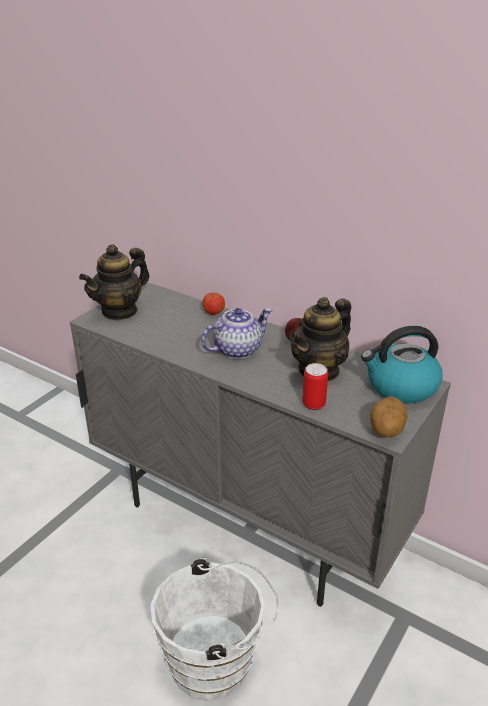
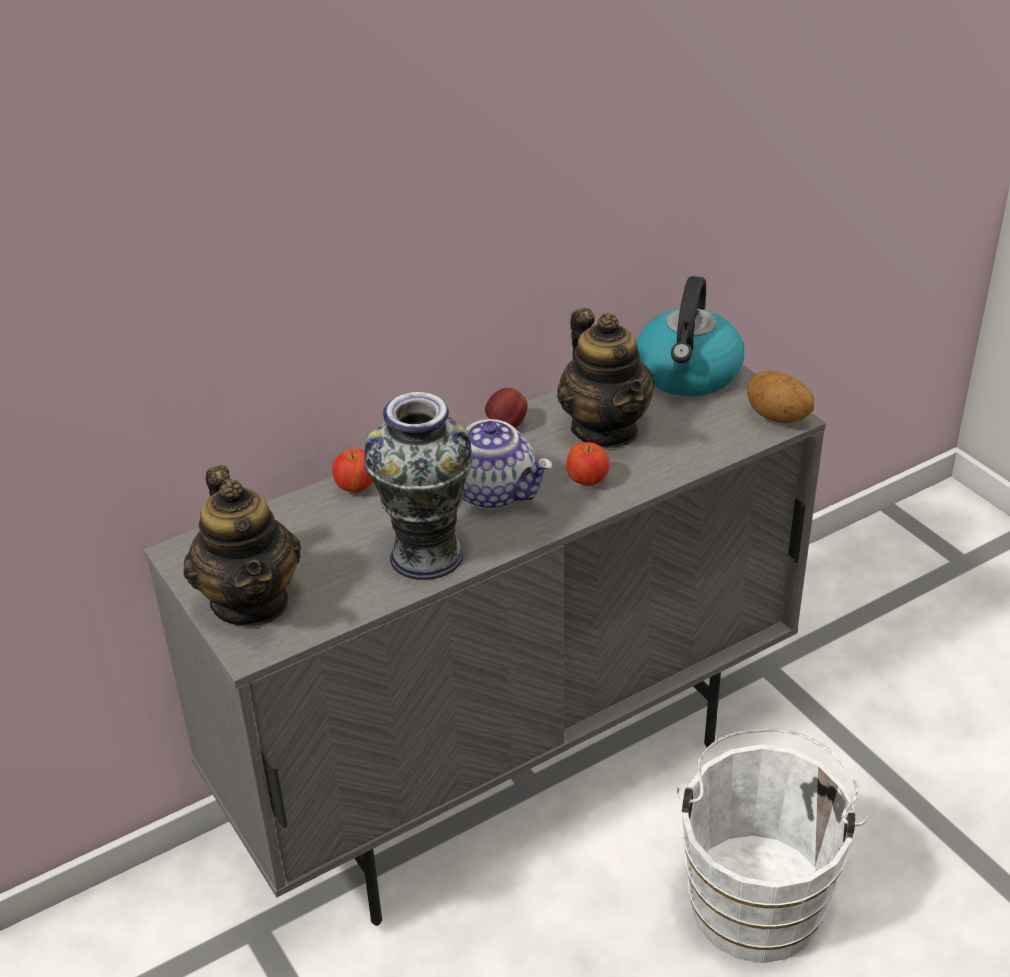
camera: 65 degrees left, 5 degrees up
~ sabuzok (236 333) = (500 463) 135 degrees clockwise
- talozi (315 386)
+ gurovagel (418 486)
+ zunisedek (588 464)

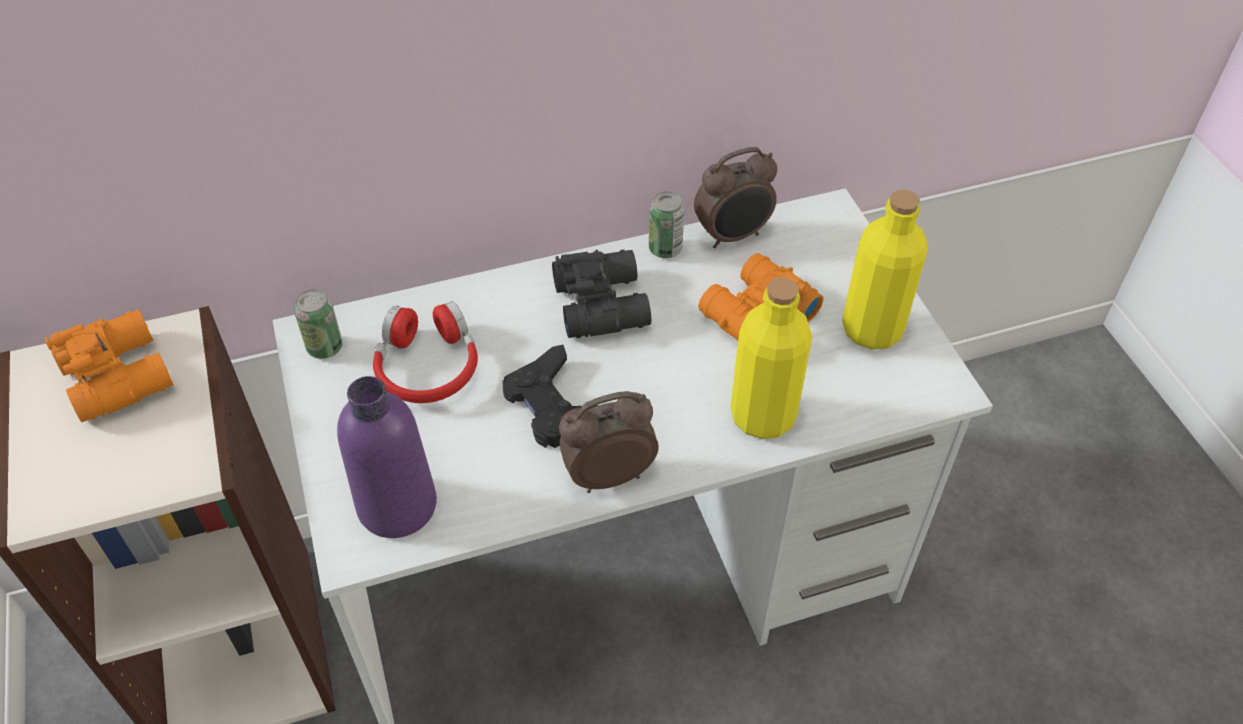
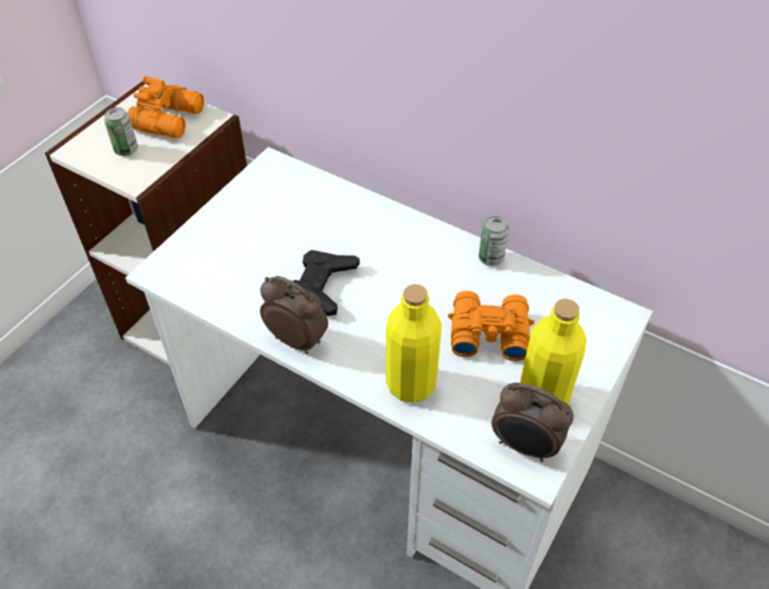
camera: 50 degrees right, 0 degrees up
~ talozi (318 324) to (121 131)
- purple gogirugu (387 457)
- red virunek (425 352)
- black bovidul (601 293)
~ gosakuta (735 197) to (533 422)

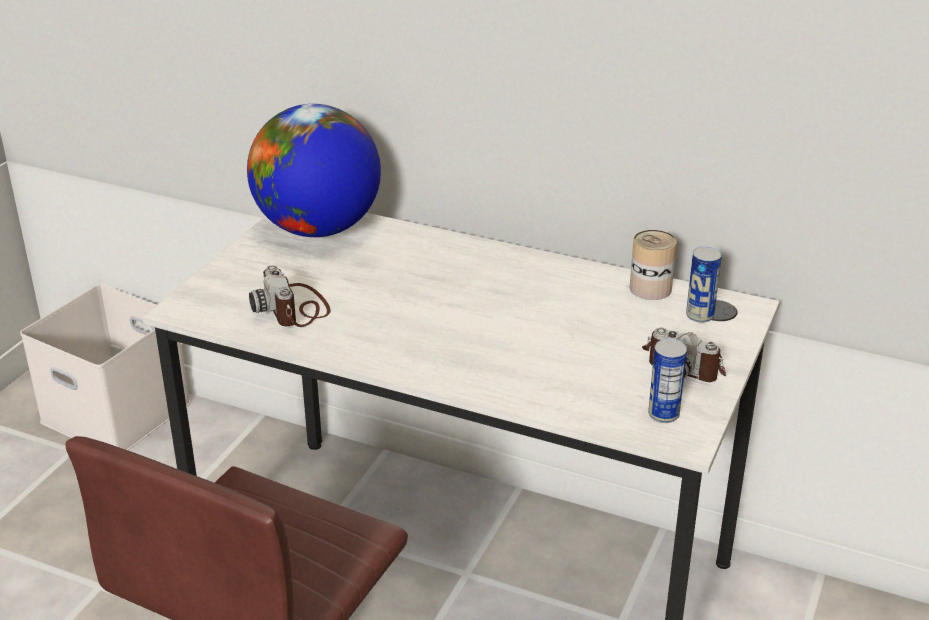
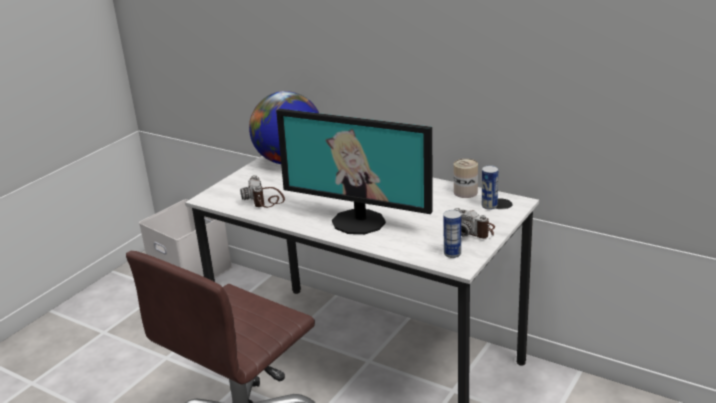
camera: 10 degrees right, 5 degrees down
+ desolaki (354 171)

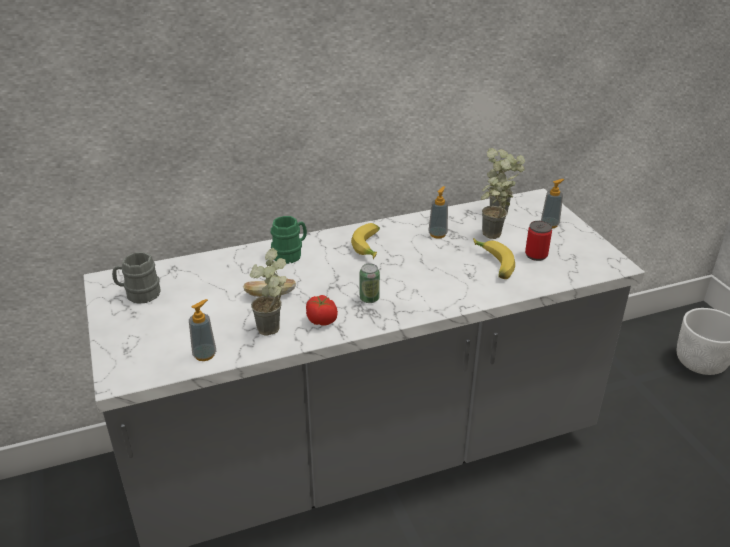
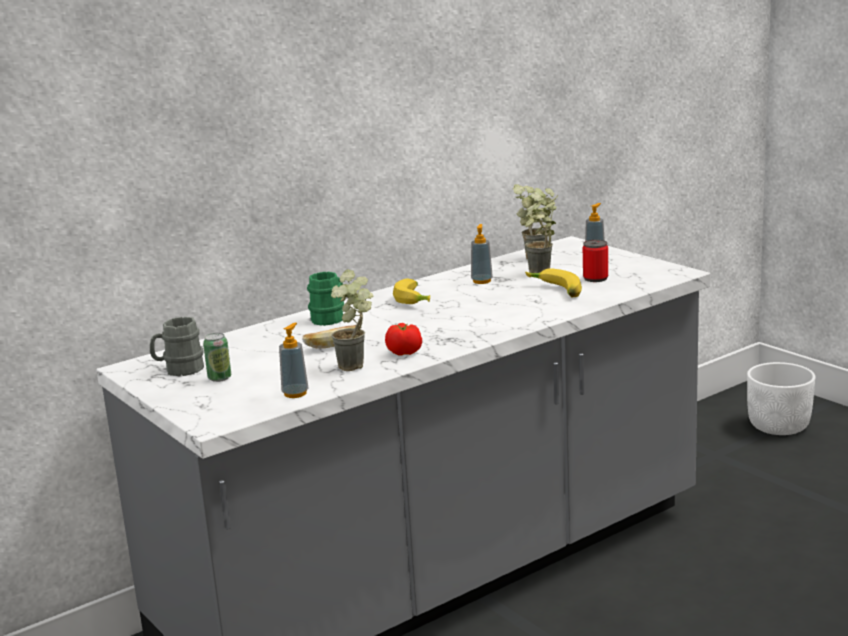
camera: 15 degrees left, 15 degrees down
~ talozi (370 283) to (217 357)

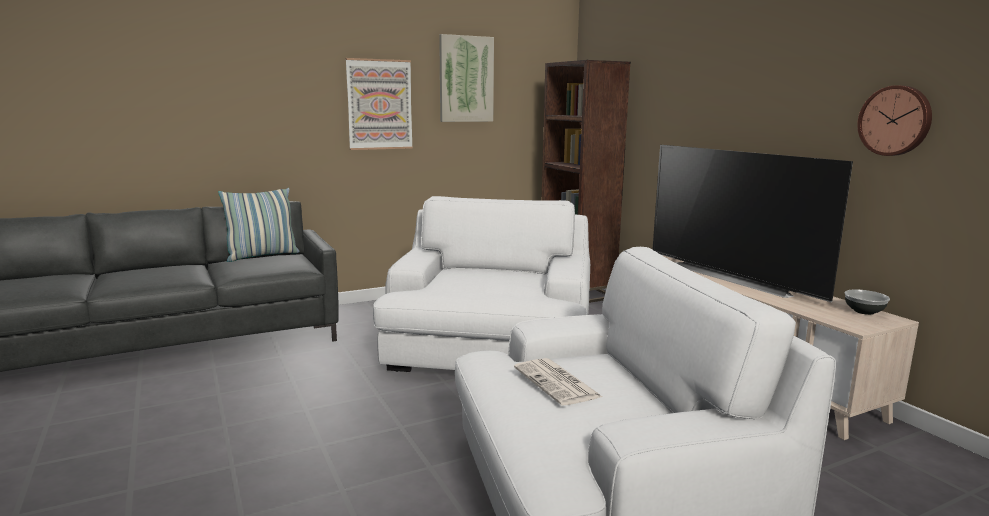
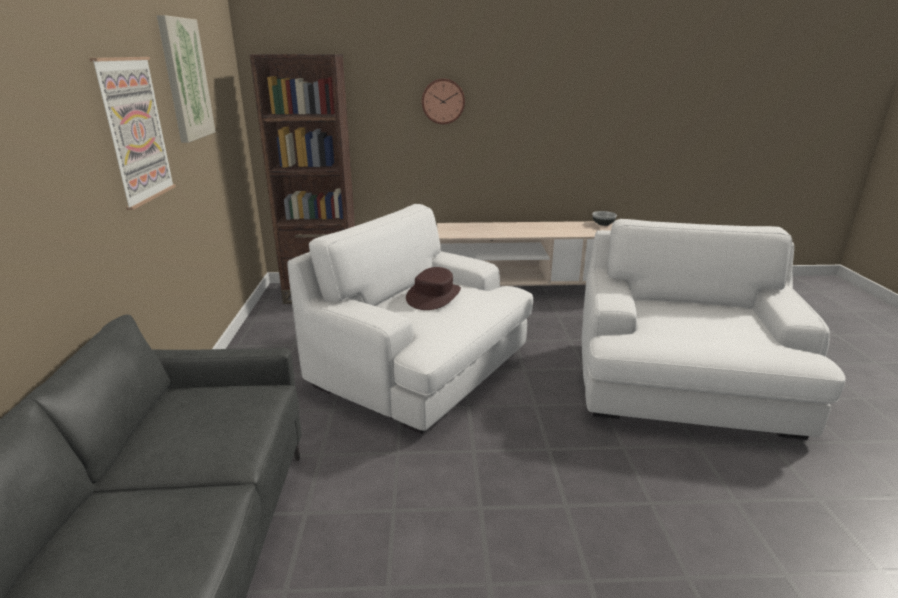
camera: 65 degrees left, 10 degrees up
- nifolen (258 225)
- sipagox (558 382)
- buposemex (752 223)
~ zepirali (894 120) to (443 101)
+ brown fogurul (433 288)

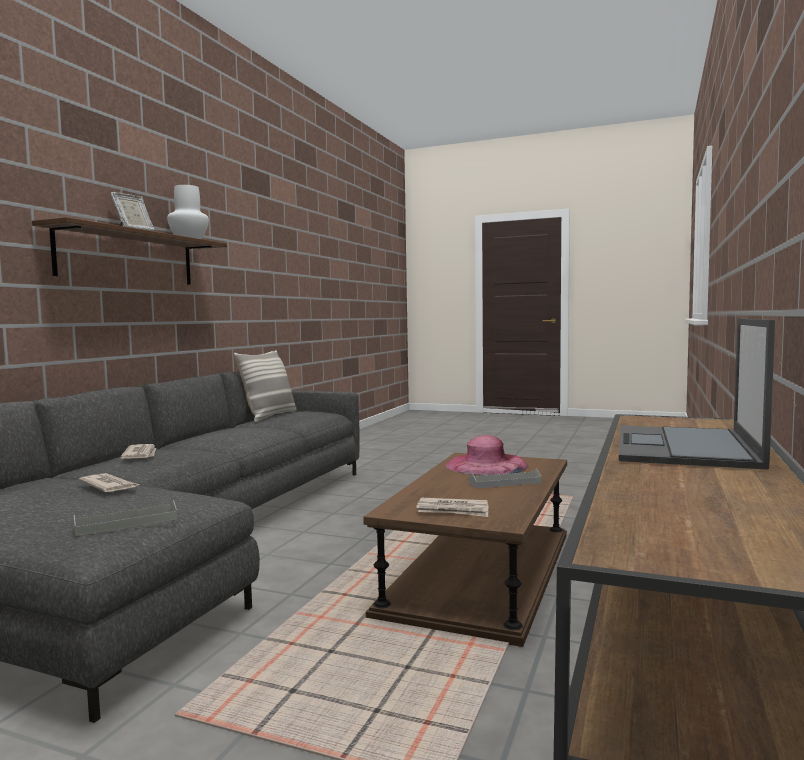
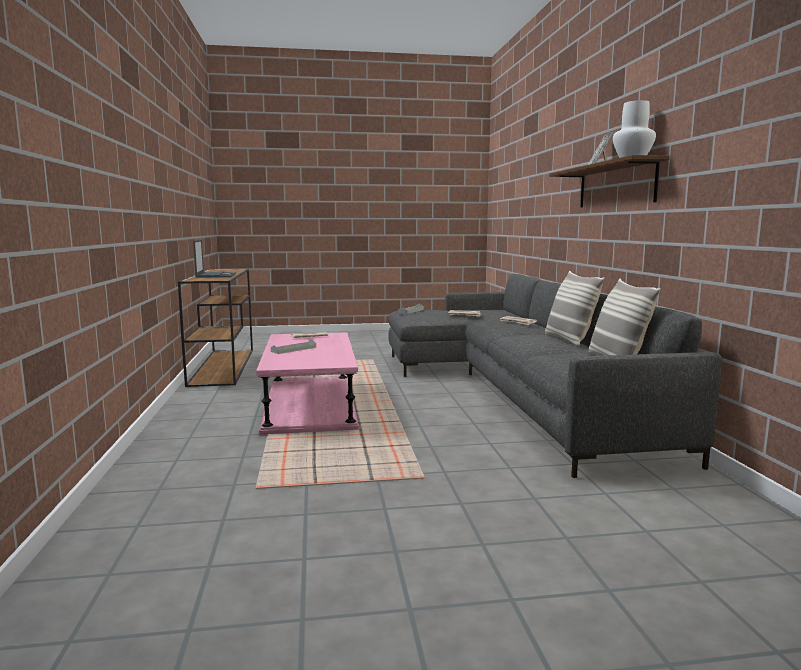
camera: 150 degrees right, 5 degrees up
~ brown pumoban (465 550) to pink pumoban (307 384)
- pink fogurul (486 455)
+ nifolen (574 308)

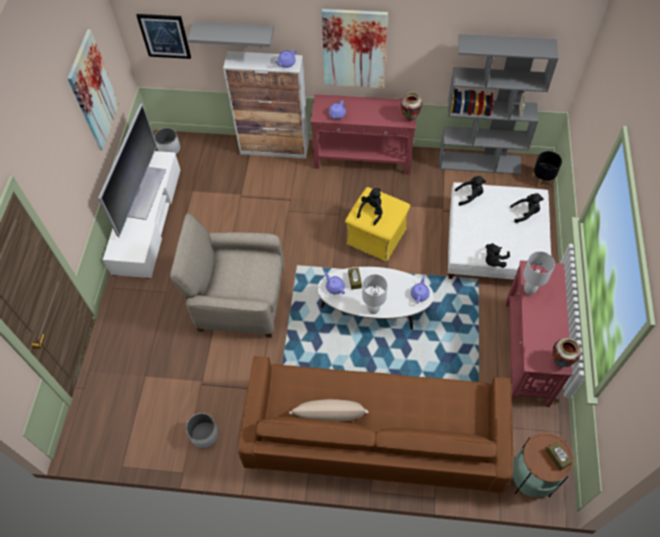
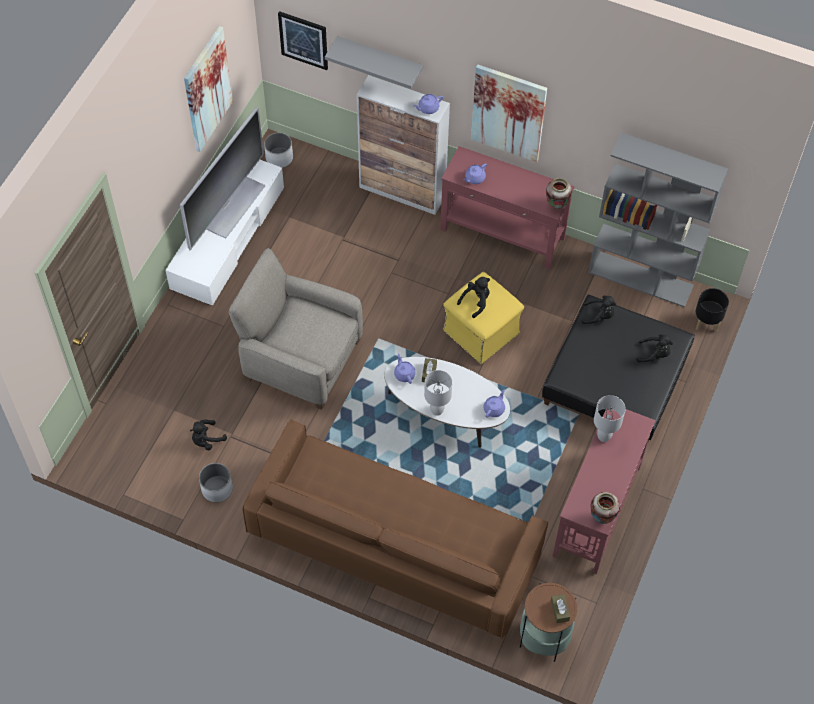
camera: 15 degrees right, 0 degrees up
- beige nifolen (328 410)
~ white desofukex (499 231) to black desofukex (618 368)
~ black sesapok (498 255) to (208 435)

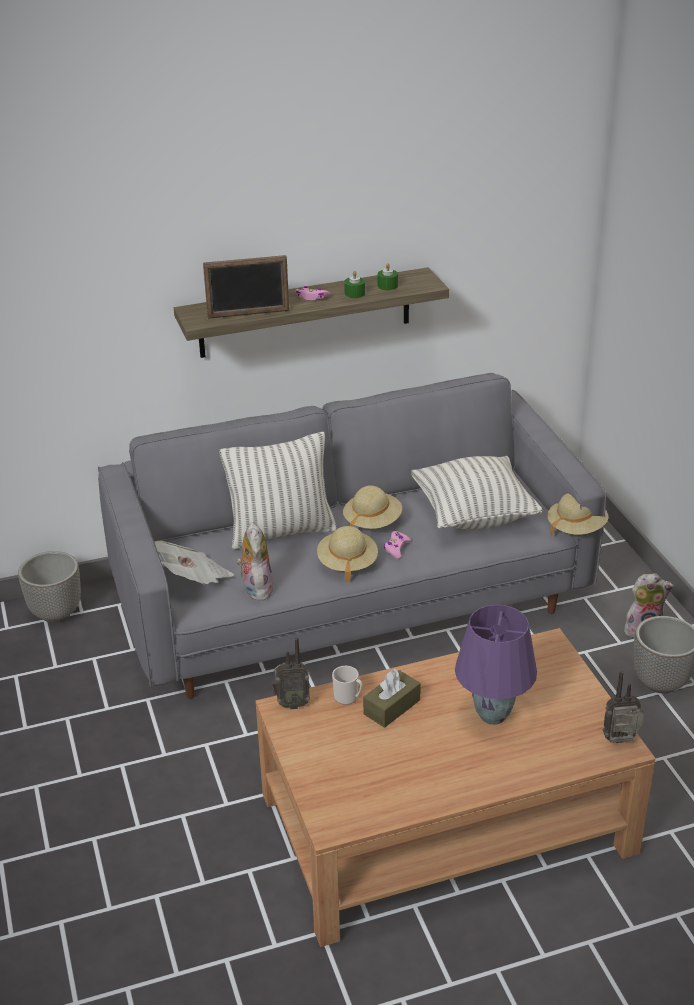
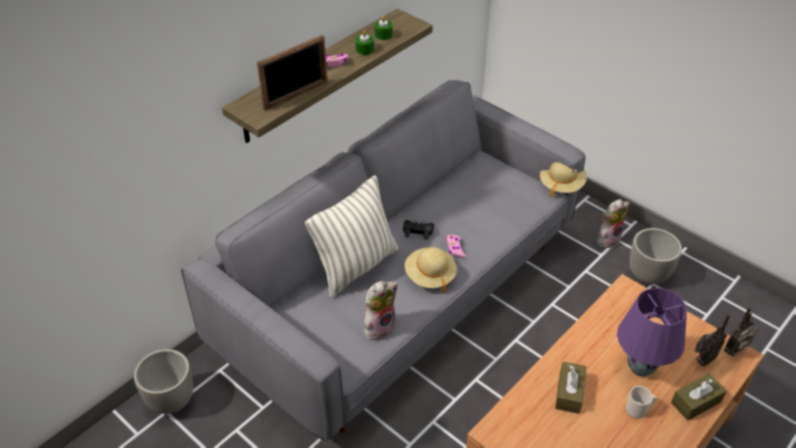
camera: 30 degrees left, 10 degrees up
- sipagox (194 562)
~ sesapok (255 561) = (380 310) 90 degrees clockwise
~ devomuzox (291 673) to (712 340)
~ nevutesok (347 685) to (641 402)
~ beige fogurul (372 507) to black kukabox (418 230)
- nifolen (476 492)
+ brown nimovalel (698 397)

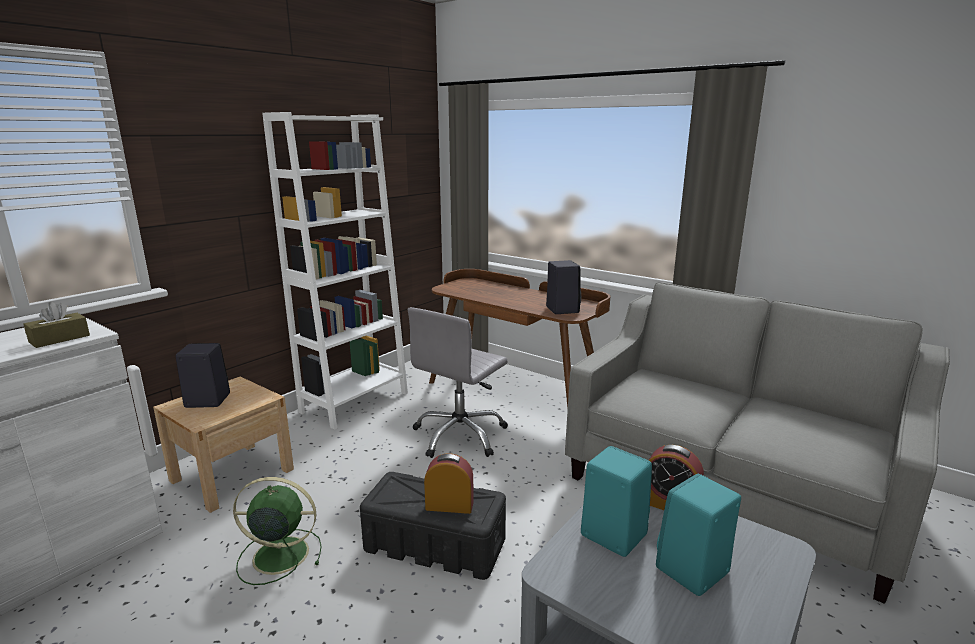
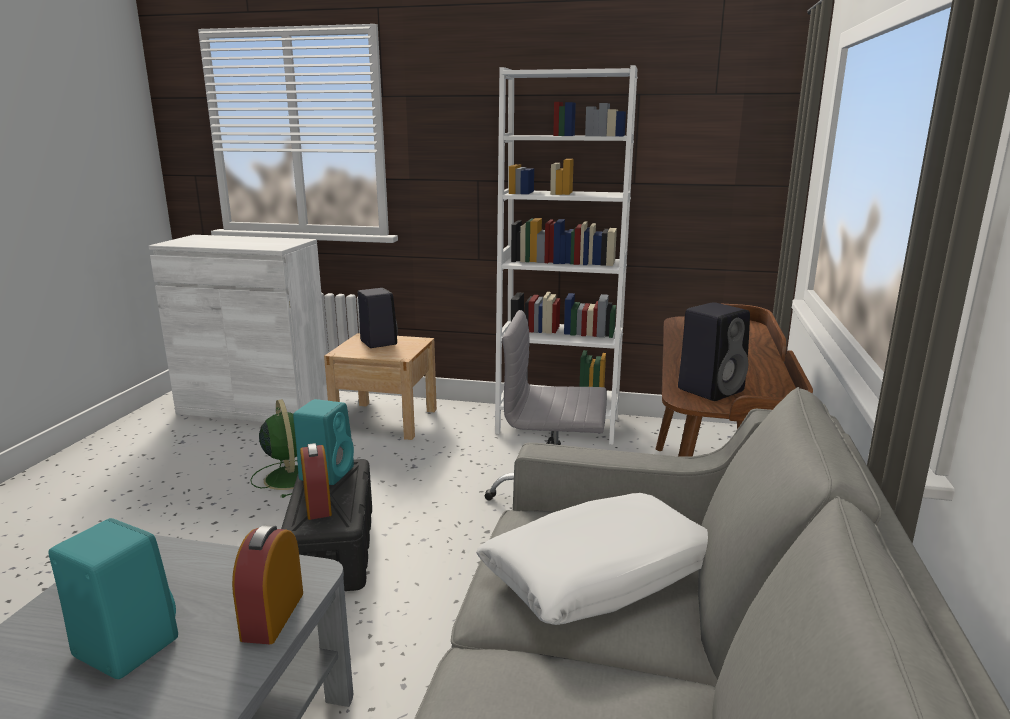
camera: 65 degrees right, 0 degrees up
- brown nimovalel (57 325)
~ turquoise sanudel (616 501) to (323 442)
+ white nifolen (592 559)

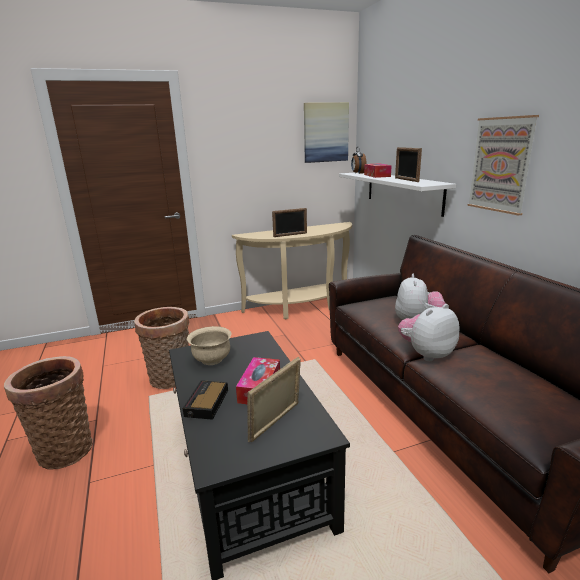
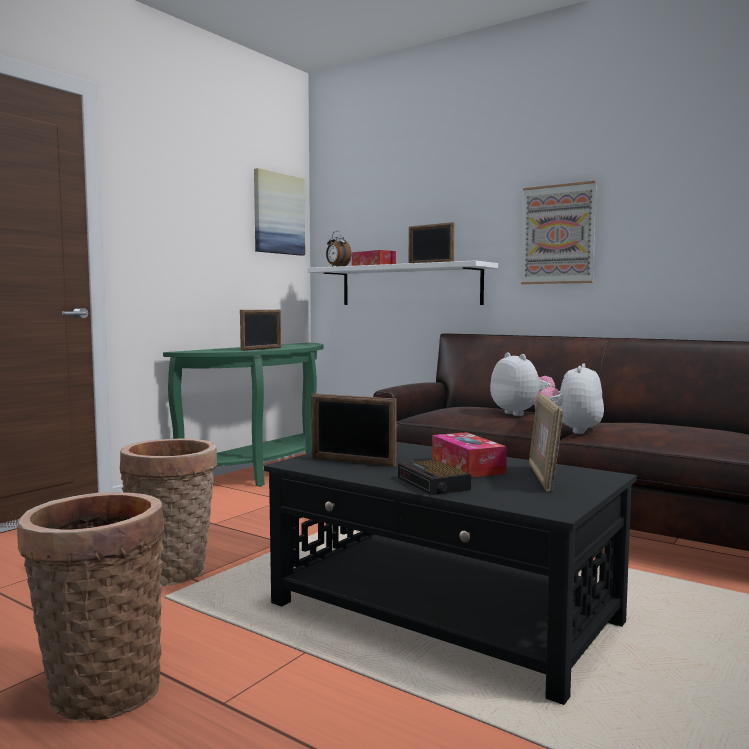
camera: 35 degrees left, 15 degrees down
~ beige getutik (209 345) to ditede (354 430)
~ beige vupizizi (292 270) to green vupizizi (243 415)

